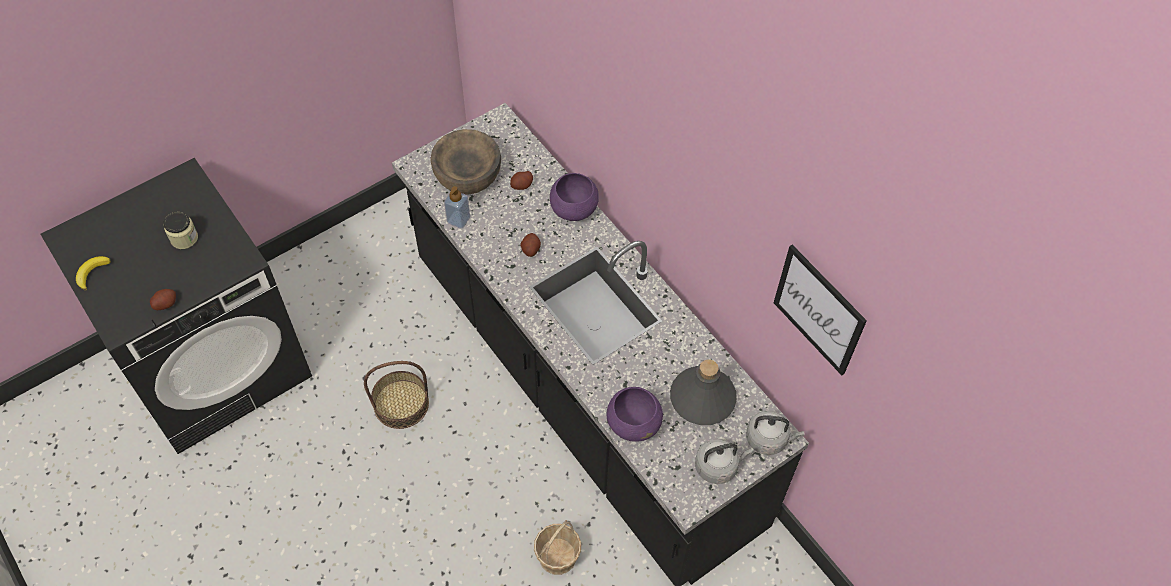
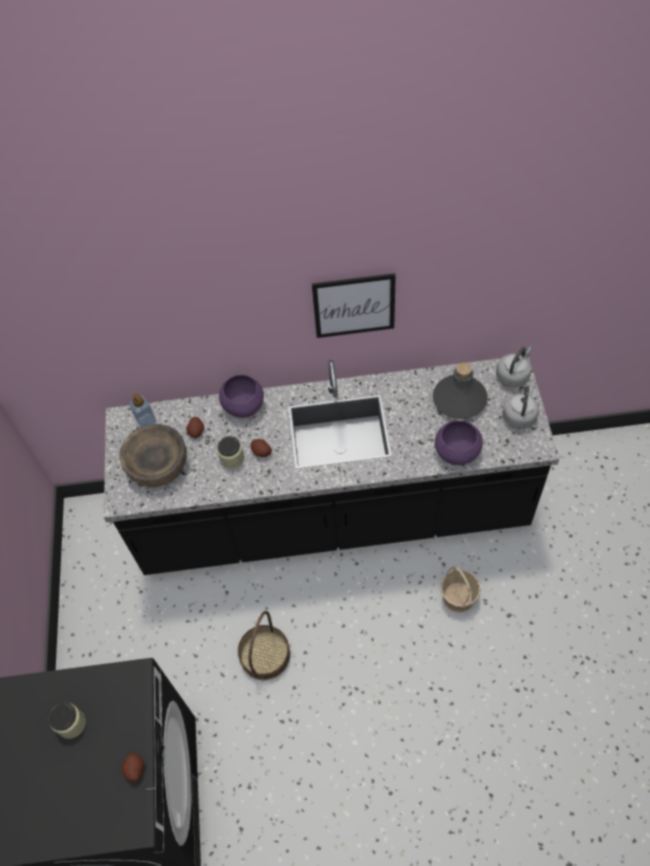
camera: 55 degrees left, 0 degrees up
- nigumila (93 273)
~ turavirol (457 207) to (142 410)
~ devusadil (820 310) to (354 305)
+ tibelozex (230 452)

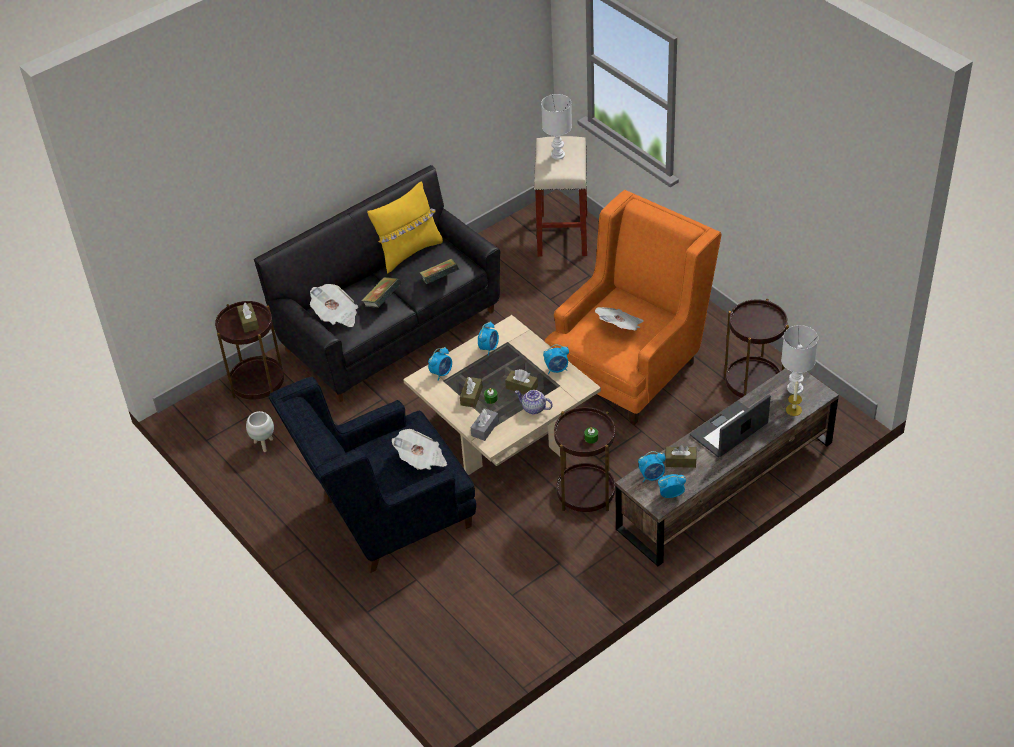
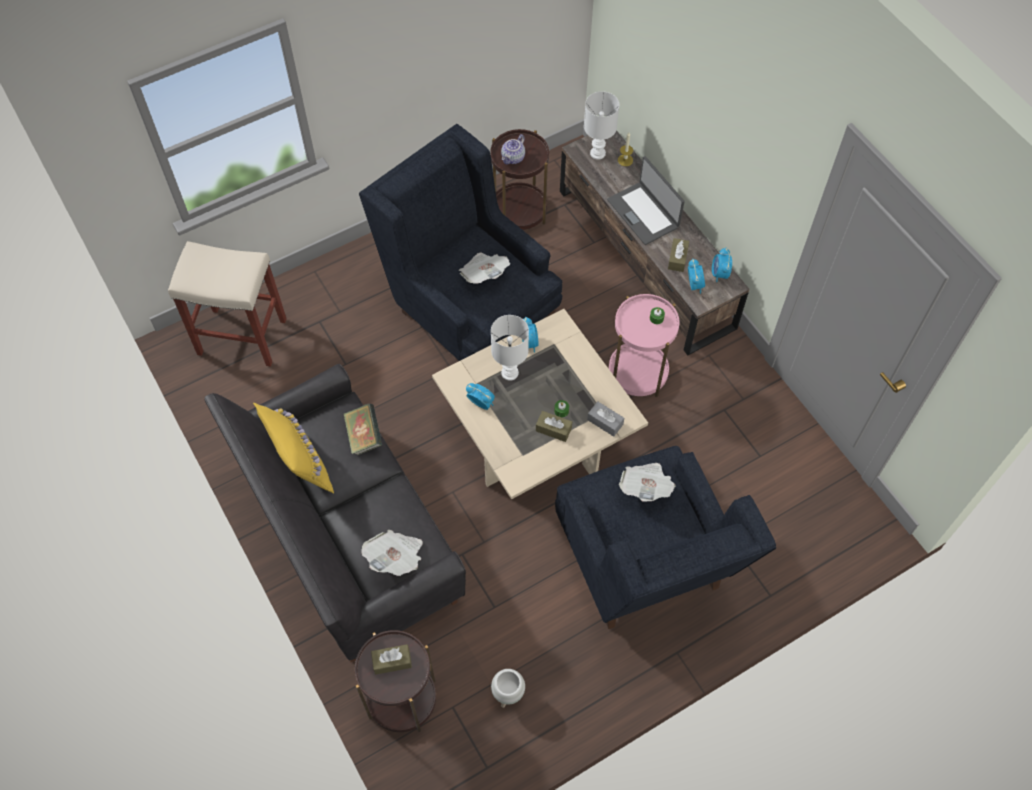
camera: 85 degrees left, 15 degrees up
- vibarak (381 292)
- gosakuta (440 364)
- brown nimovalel (521 381)
~ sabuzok (534 402) to (513 149)
~ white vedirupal (556 127) to (510 348)
~ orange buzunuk (633 307) to blue buzunuk (460 242)
~ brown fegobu (584 459) to pink fegobu (644 345)

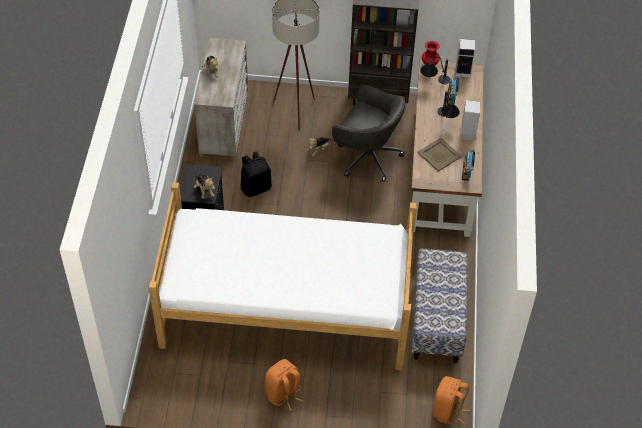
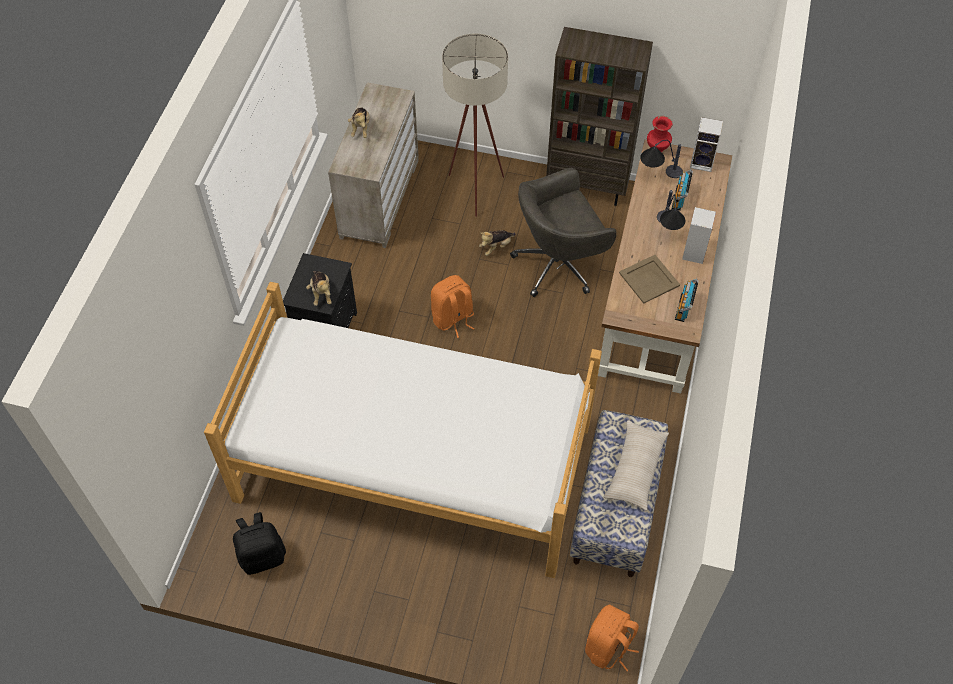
camera: 10 degrees right, 5 degrees up
~ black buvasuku (255 174) to (259 543)
~ orange buvasuku (284 385) to (453 306)
~ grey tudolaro (368 133) = (563 232) 120 degrees clockwise
+ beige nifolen (636 465)

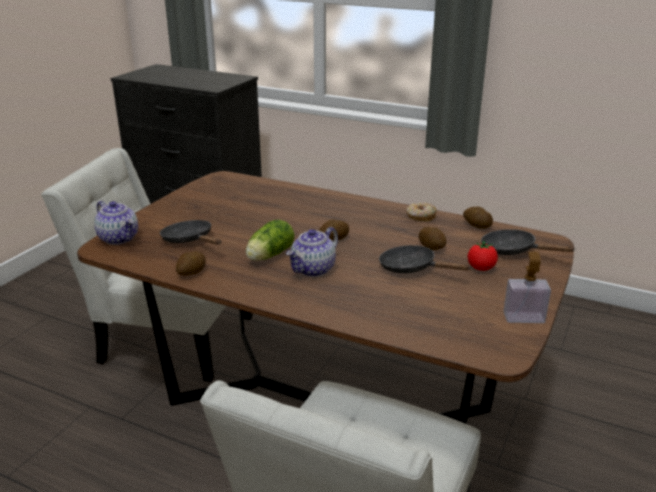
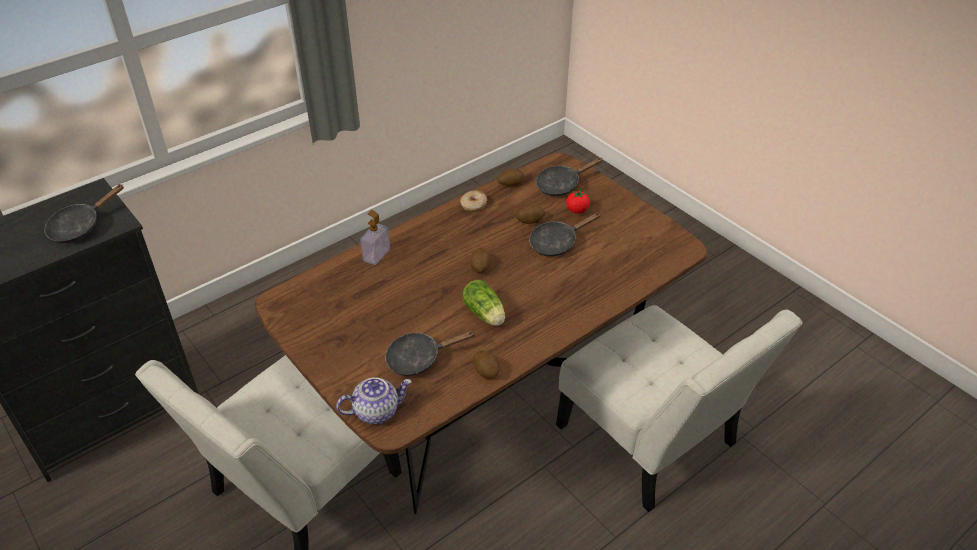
camera: 65 degrees left, 15 degrees up
- sabuzok (312 252)
~ turavirol (527 287) to (375 237)
+ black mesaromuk (84 213)

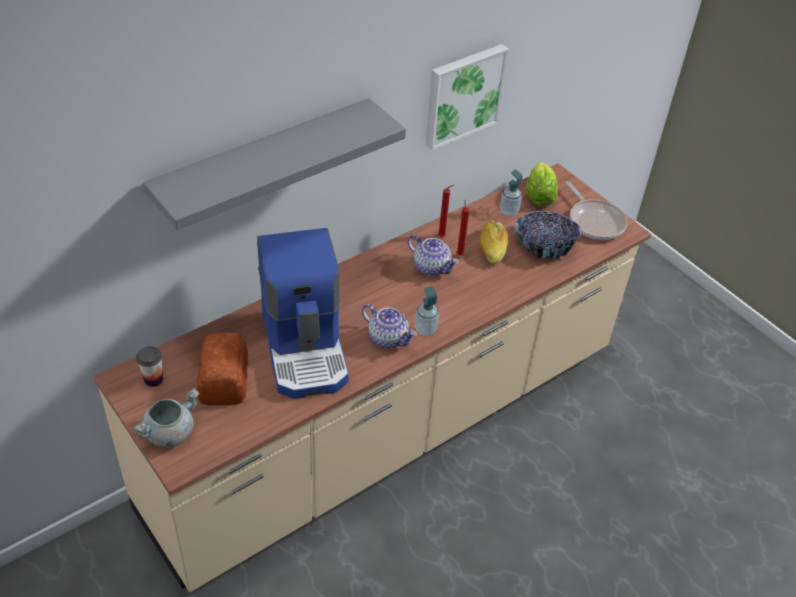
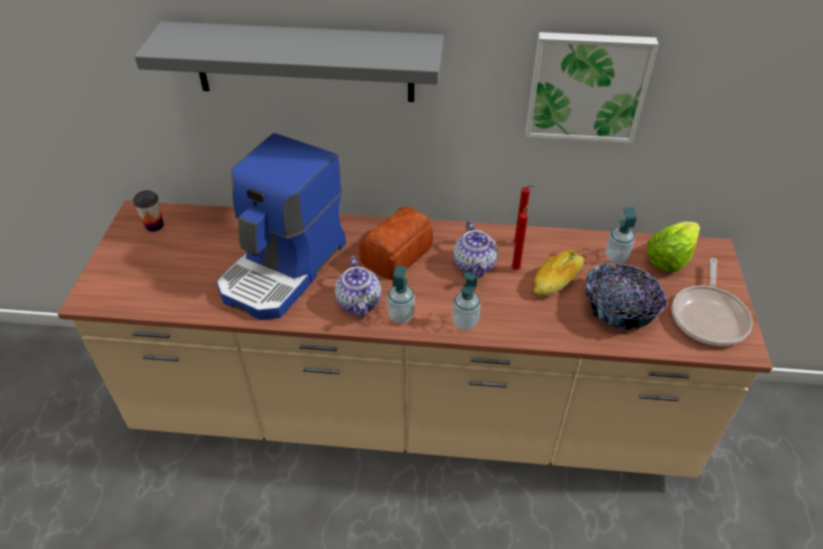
camera: 45 degrees right, 0 degrees up
- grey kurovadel (167 417)
~ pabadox (222 368) to (396 242)
+ turavirol (466 301)

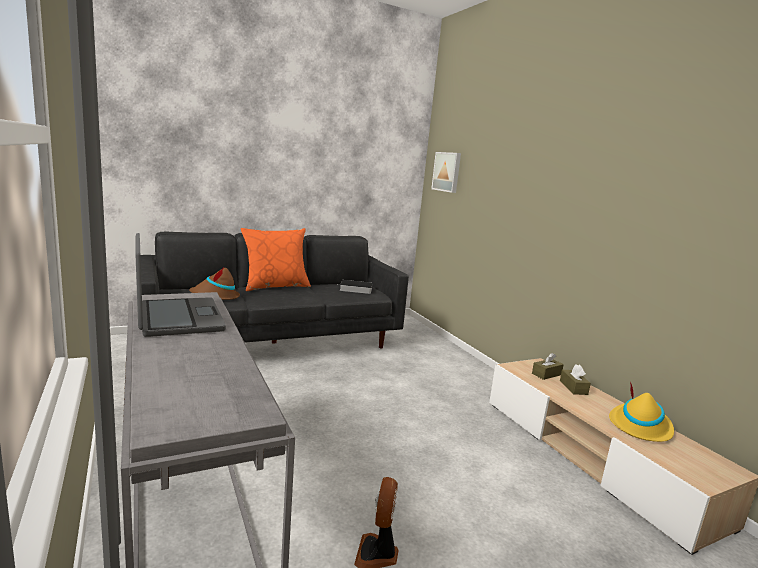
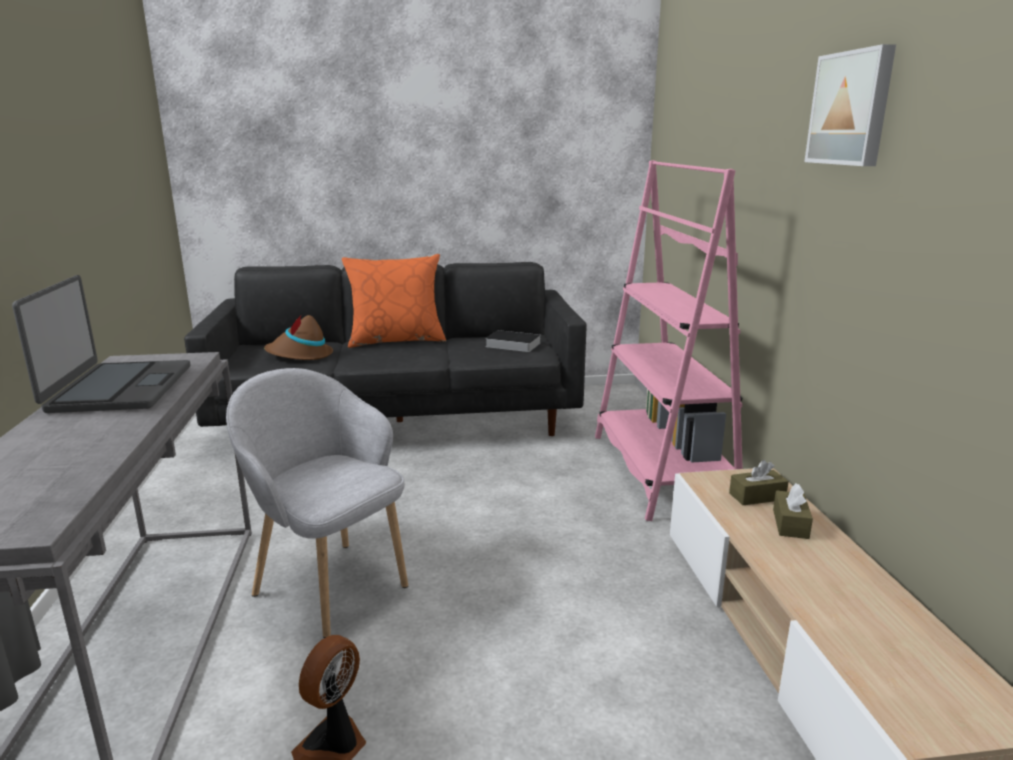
camera: 20 degrees right, 5 degrees up
~ devusadil (446 172) to (850 105)
- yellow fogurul (641 412)
+ grey buzunuk (317 503)
+ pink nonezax (669 340)

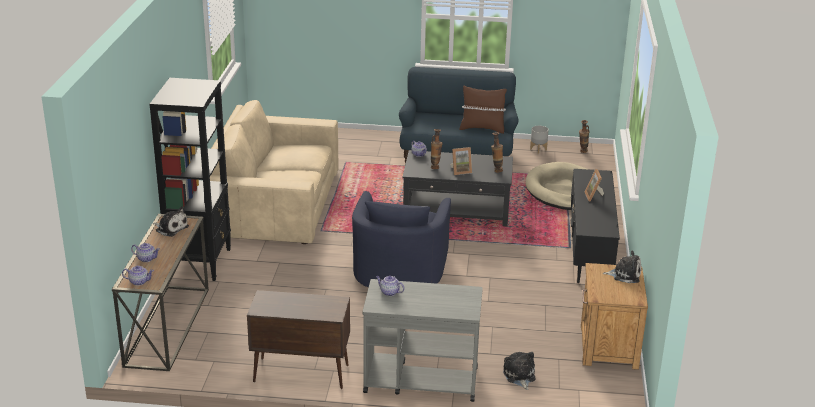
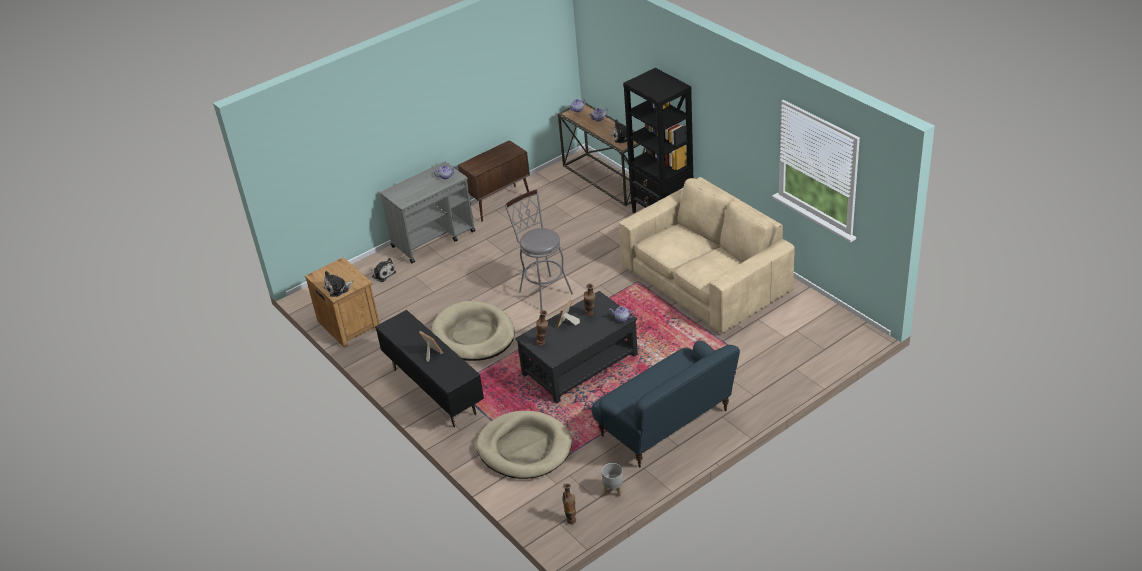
camera: 140 degrees right, 10 degrees up
~ blue buzunuk (401 239) to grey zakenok (539 249)
- brown nifolen (483 110)
+ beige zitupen (473 331)

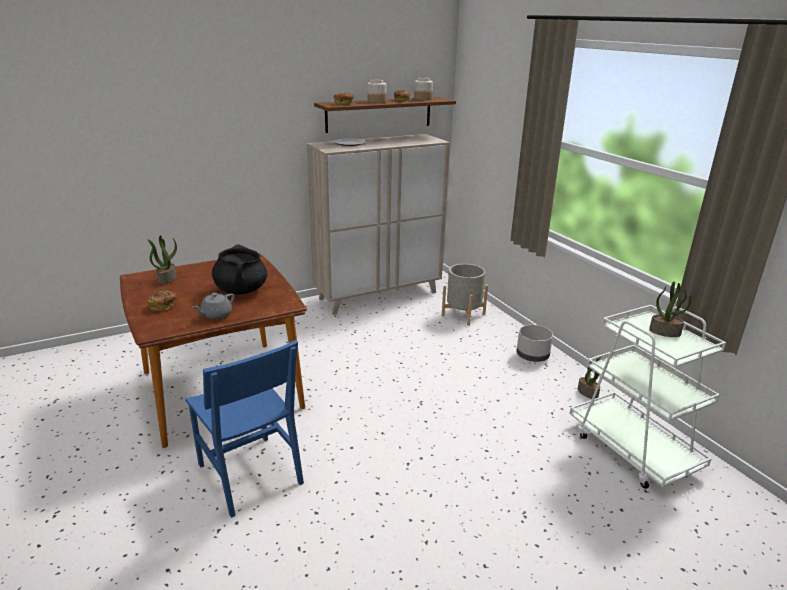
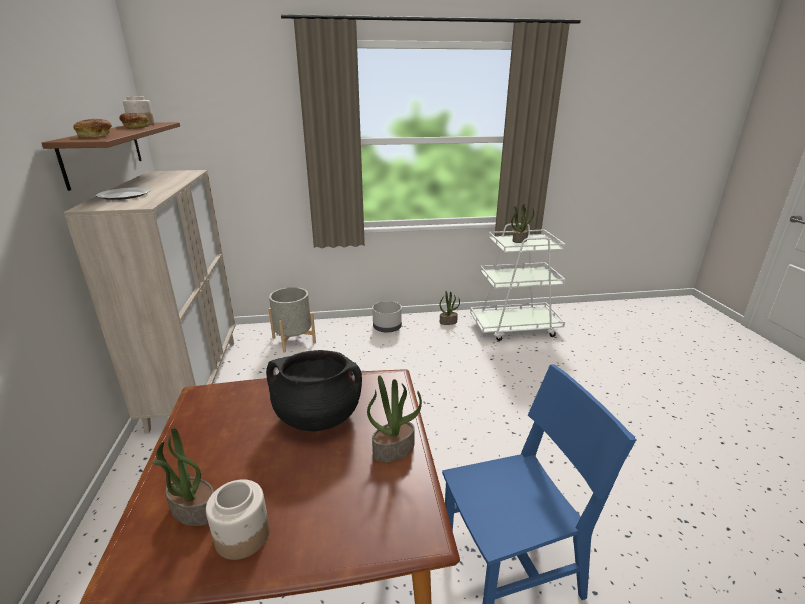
camera: 70 degrees left, 0 degrees up
- pabadox (162 301)
~ grey sabuzok (214 306) to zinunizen (394 418)
~ tibelozex (376 91) to (238 519)

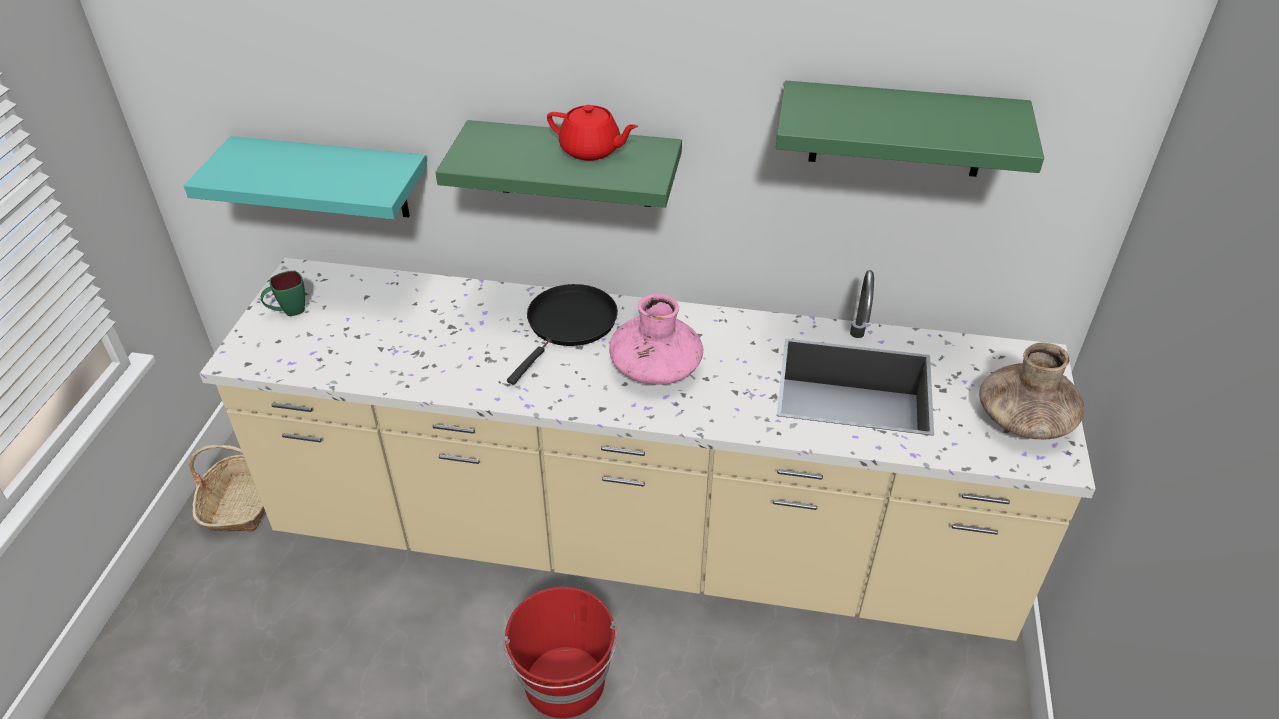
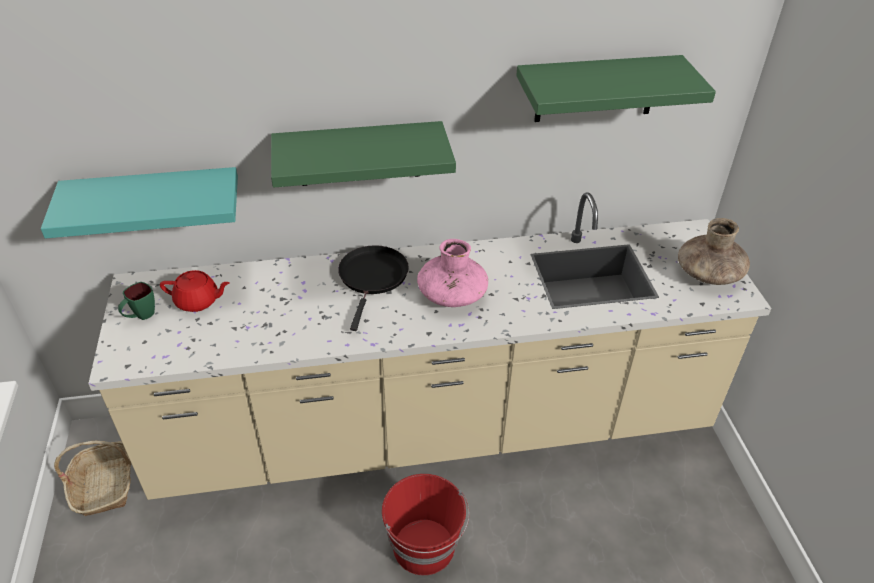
camera: 20 degrees left, 0 degrees up
~ red sabuzok (592 133) to (195 291)

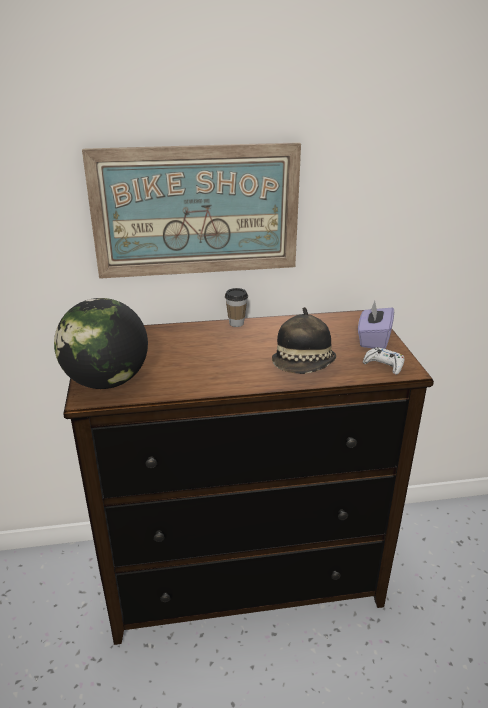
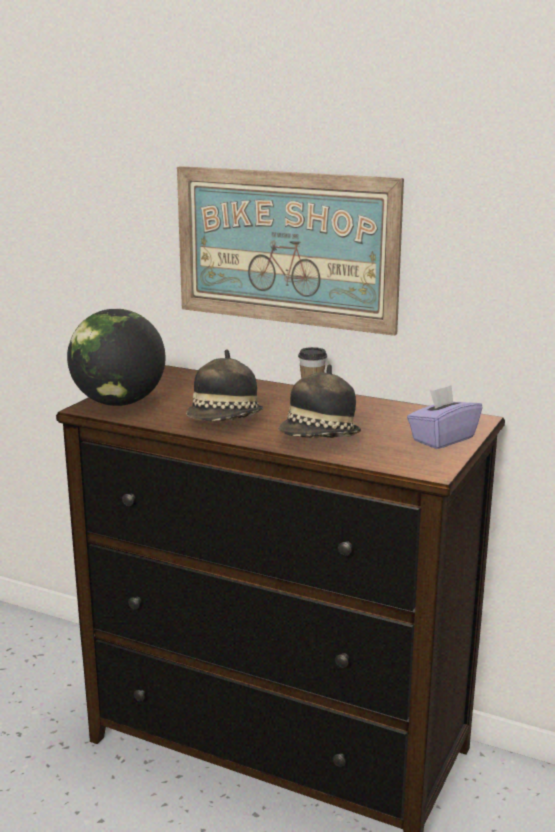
camera: 35 degrees right, 10 degrees down
- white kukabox (384 361)
+ fogurul (224 385)

